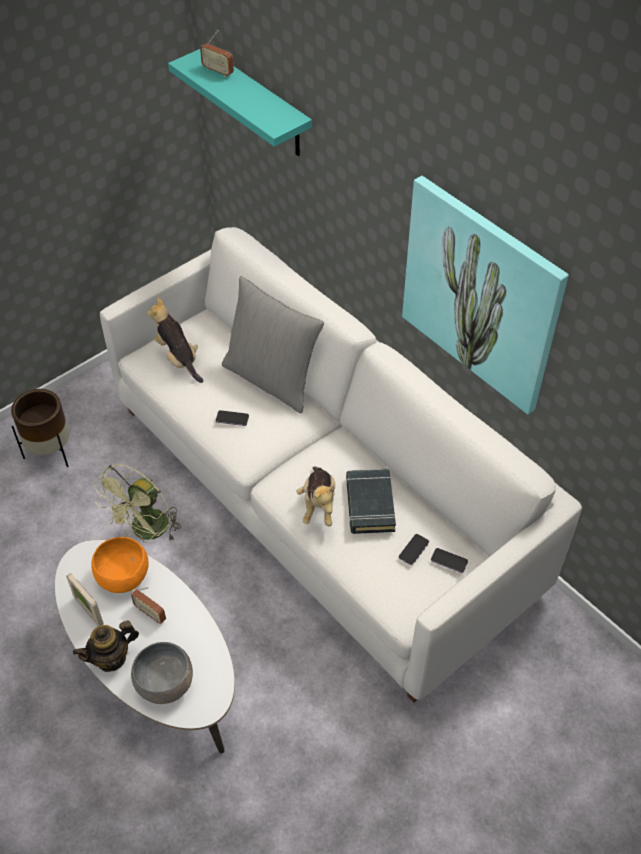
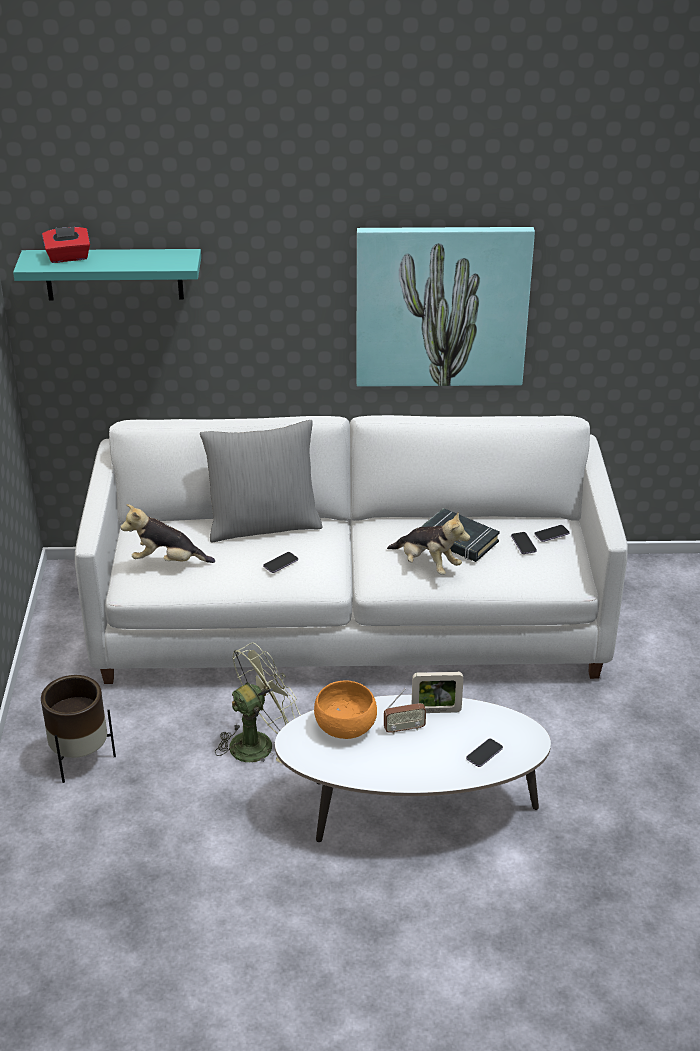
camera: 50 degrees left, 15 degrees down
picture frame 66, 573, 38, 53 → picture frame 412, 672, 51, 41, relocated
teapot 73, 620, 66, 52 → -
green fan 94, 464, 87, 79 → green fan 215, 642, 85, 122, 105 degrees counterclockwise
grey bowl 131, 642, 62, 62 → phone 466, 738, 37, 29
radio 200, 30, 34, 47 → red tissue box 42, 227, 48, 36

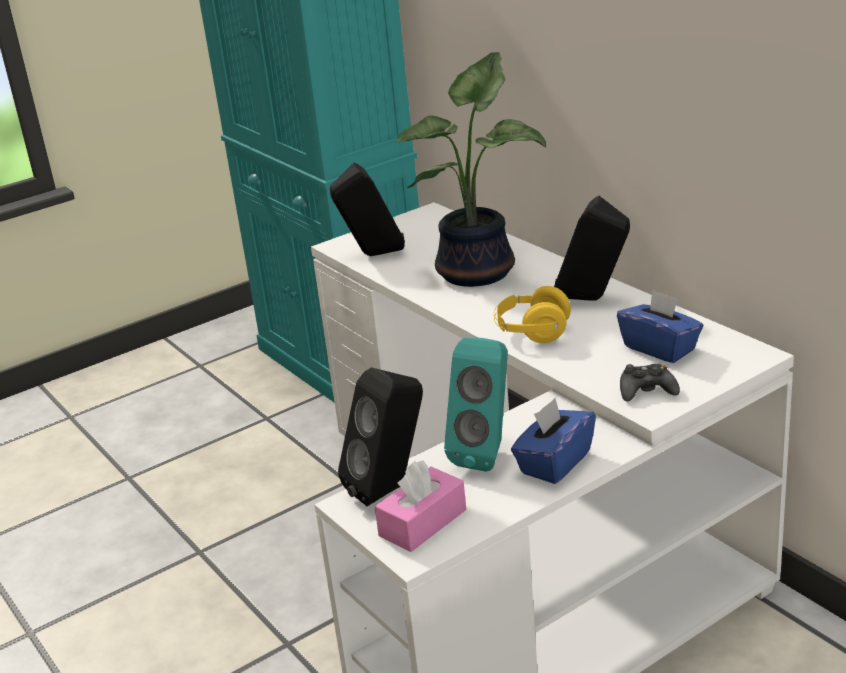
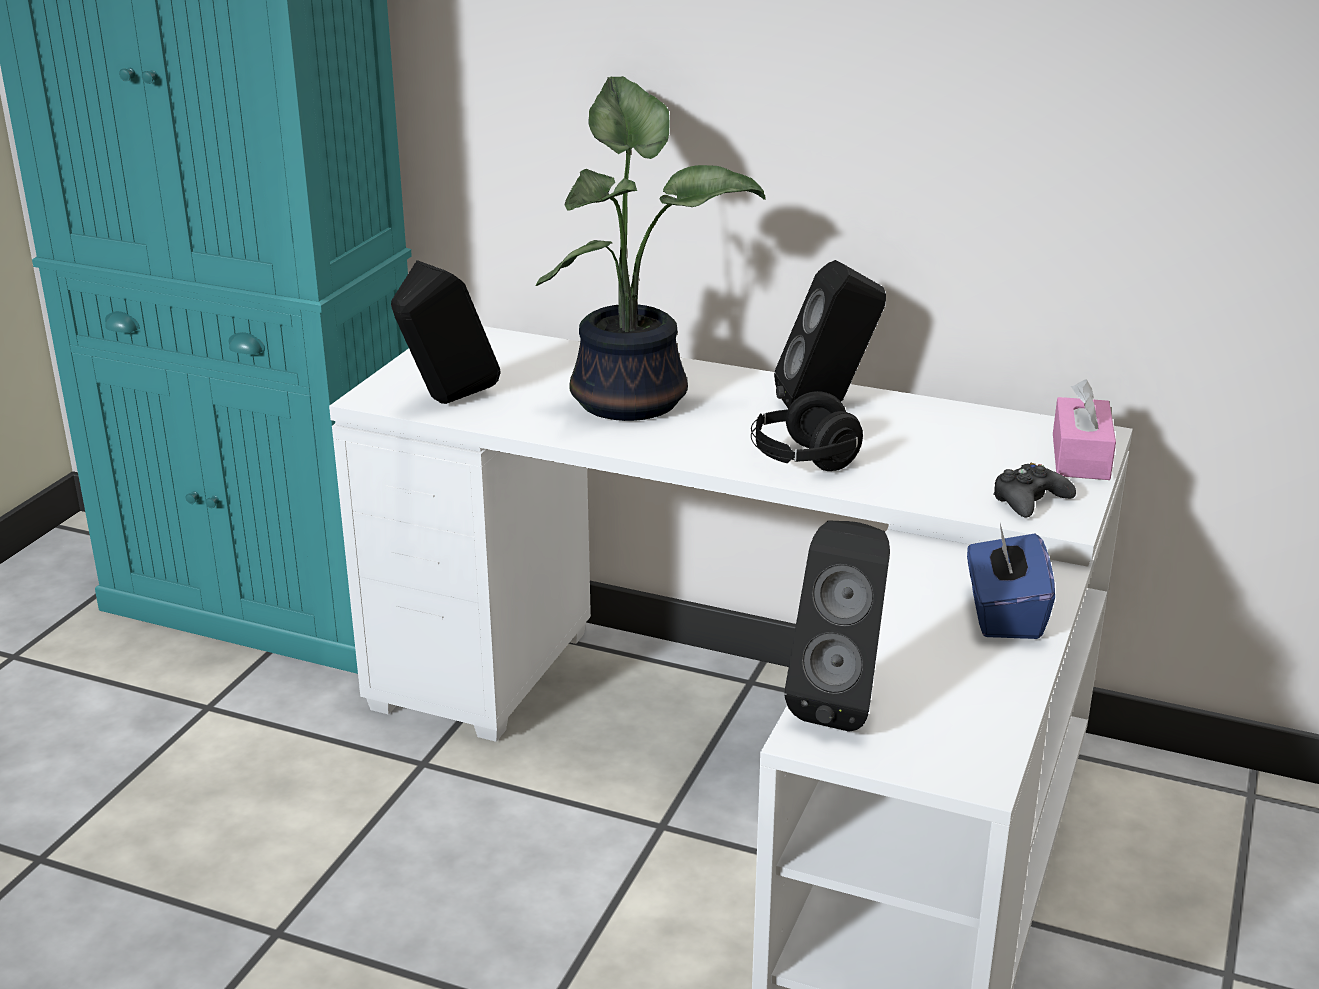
camera: 35 degrees left, 0 degrees up
pink tissue box 375, 461, 91, 91 → pink tissue box 1053, 379, 63, 101, relocated
turquoise speaker 444, 337, 64, 135 → -
yellow headphones 494, 286, 77, 57 → black headphones 751, 391, 112, 80
blue tissue box 617, 290, 86, 73 → -

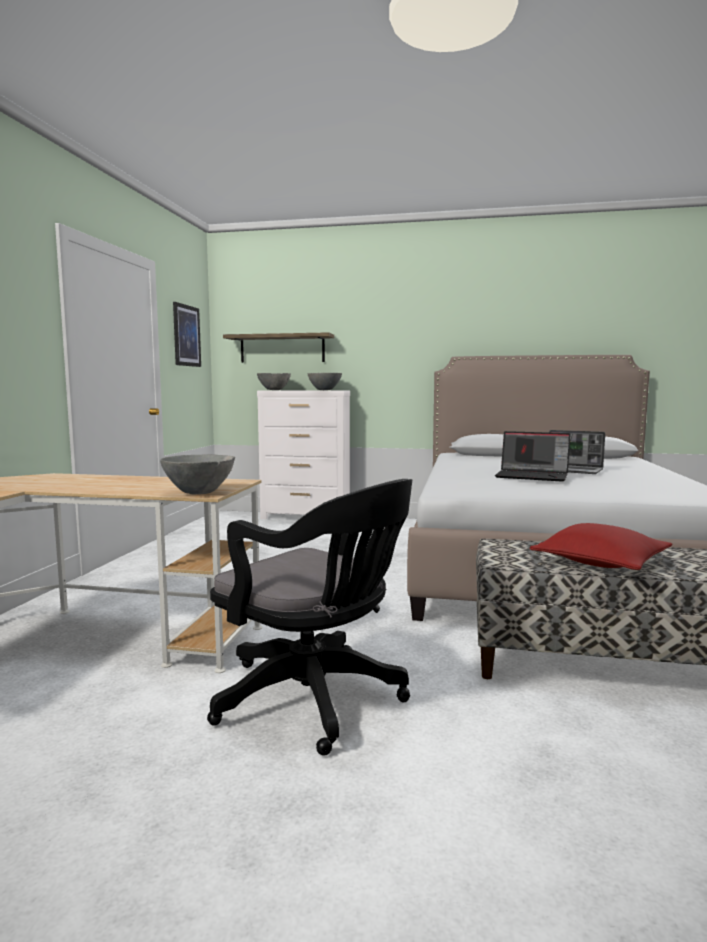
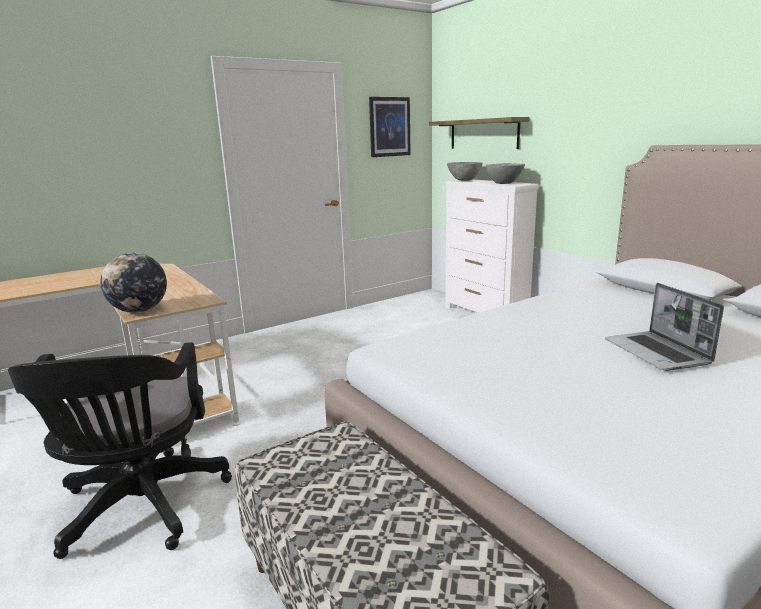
camera: 45 degrees right, 10 degrees up
grey bowl 160, 454, 75, 40 → globe 100, 252, 67, 61
laptop 495, 431, 75, 51 → -
red pillow 530, 523, 142, 47 → -

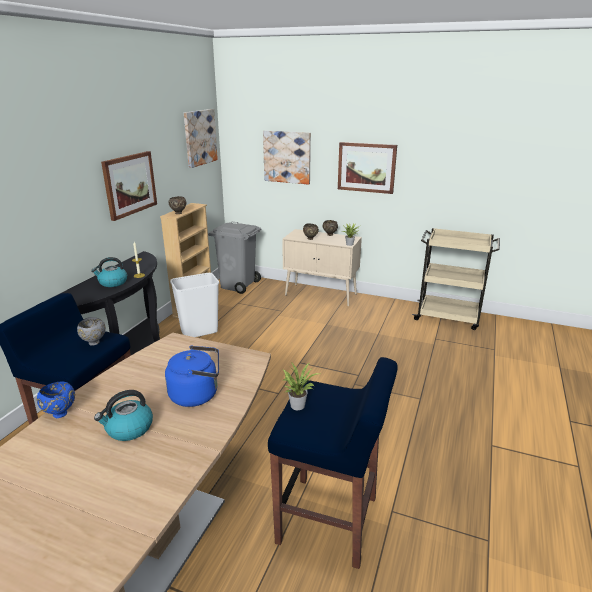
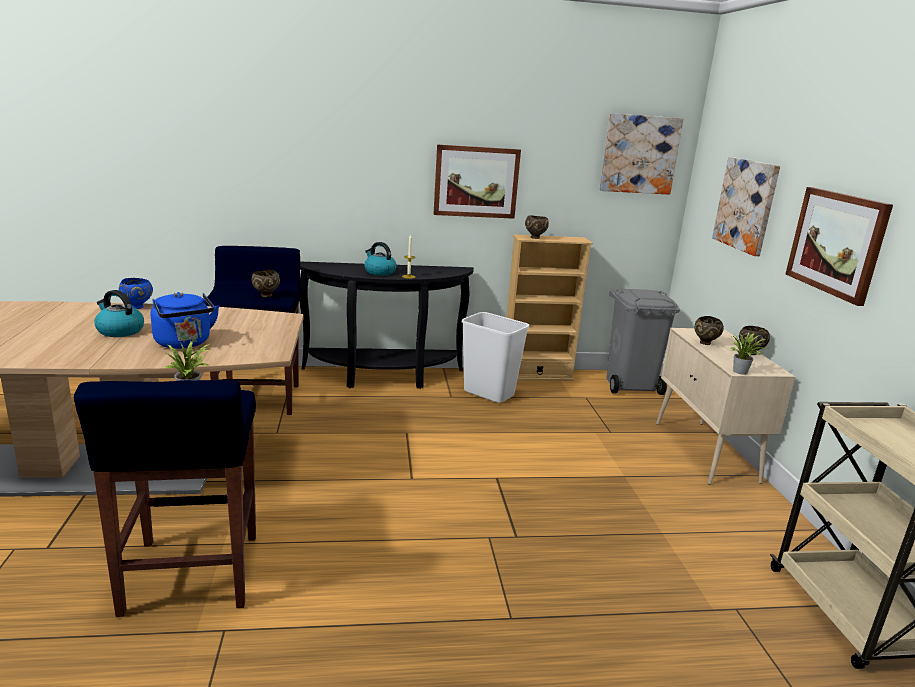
camera: 60 degrees right, 5 degrees down
grey bowl 77, 317, 29, 29 → brown bowl 252, 269, 28, 29

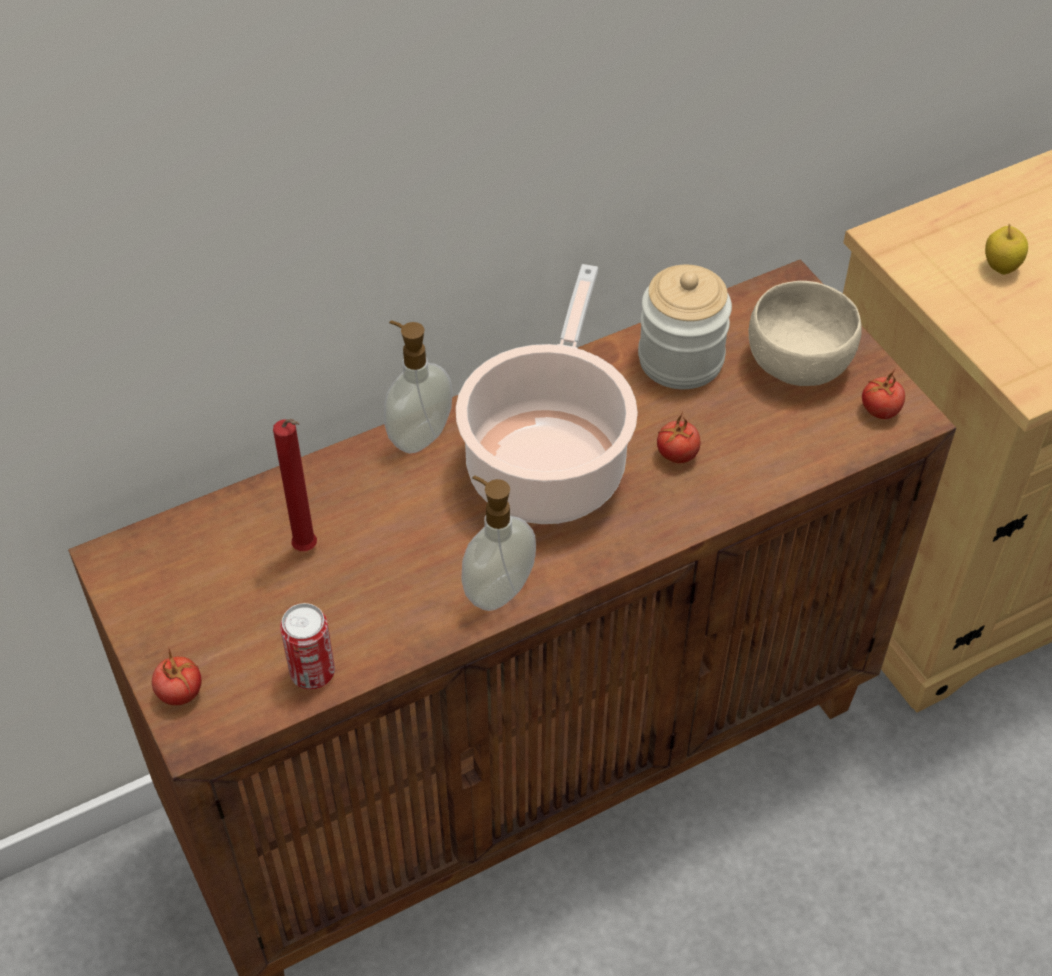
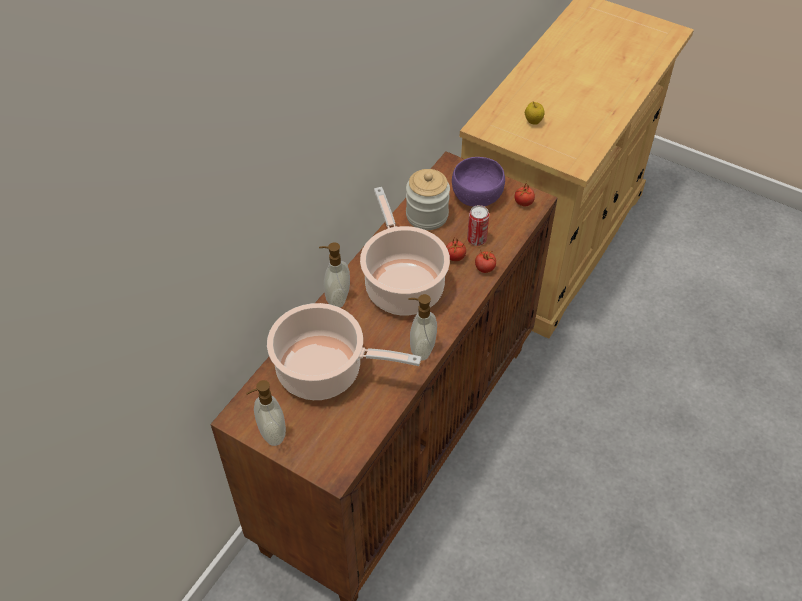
camera: 30 degrees left, 0 degrees up
tomato 152, 647, 50, 58 → tomato 475, 249, 21, 24, relocated
red candle 273, 419, 44, 132 → cooking pot 267, 303, 154, 97
can 280, 603, 55, 87 → can 467, 205, 22, 41, relocated
beige bowl 749, 281, 113, 105 → purple bowl 452, 157, 53, 50
- → soap dispenser 246, 380, 40, 66

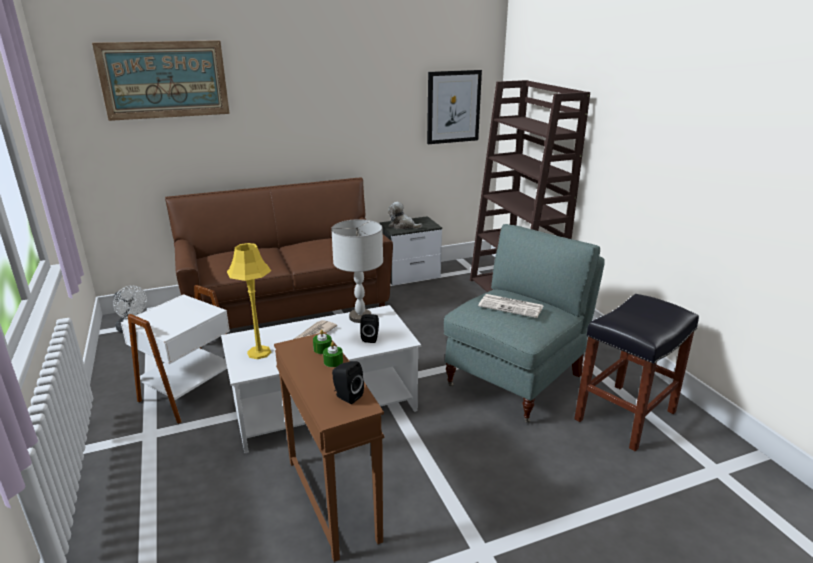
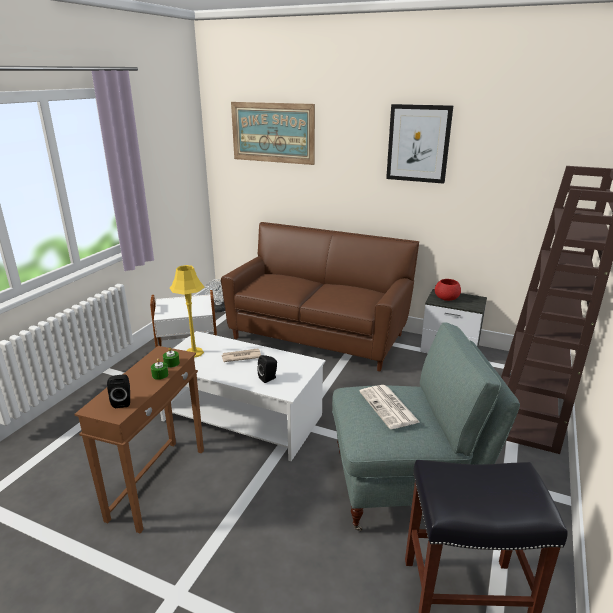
camera: 45 degrees right, 0 degrees up
grey table lamp 331, 219, 52, 104 → -
plush toy 388, 202, 34, 27 → red bowl 435, 279, 26, 22
picture 427, 70, 55, 74 → picture 386, 104, 67, 80, relocated

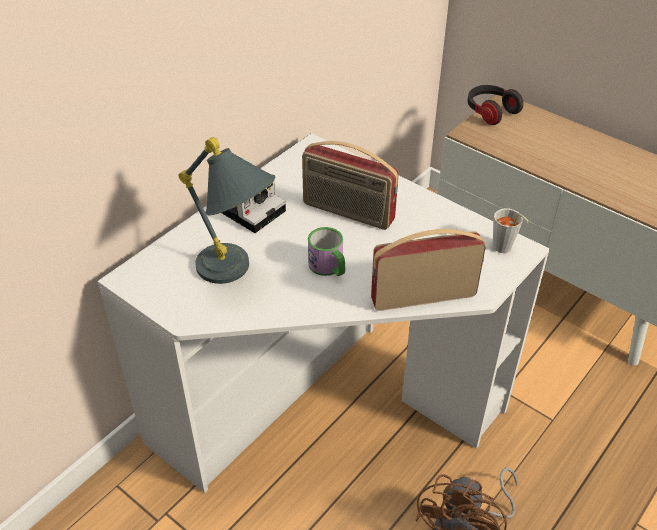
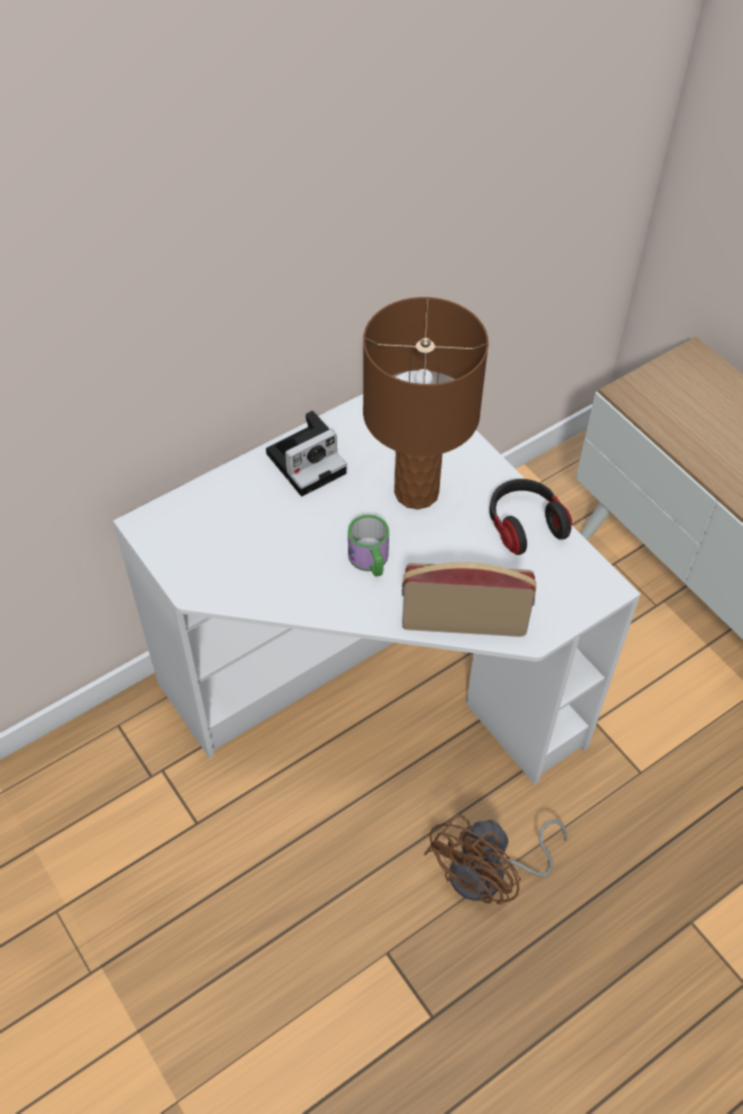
camera: 15 degrees right, 10 degrees up
grey table lamp 179, 137, 96, 147 → -
radio 302, 141, 97, 89 → brown table lamp 363, 297, 126, 213
headphones 468, 85, 56, 40 → headphones 489, 479, 83, 76, relocated
grey cup 493, 208, 36, 45 → -

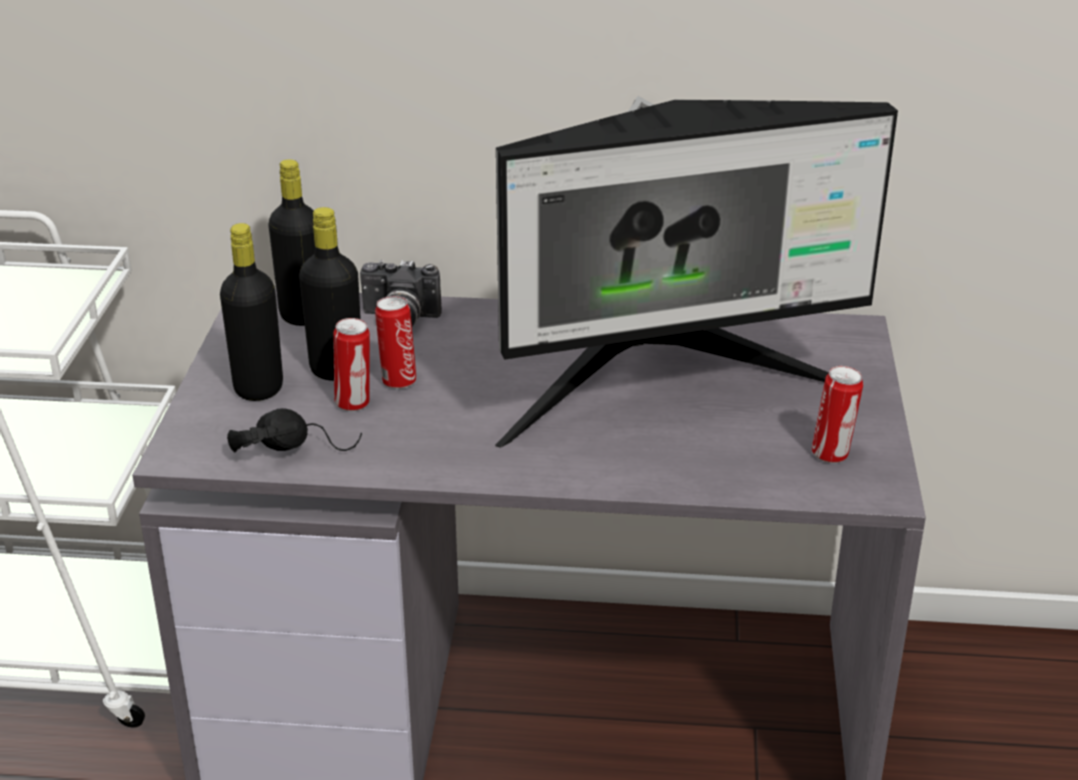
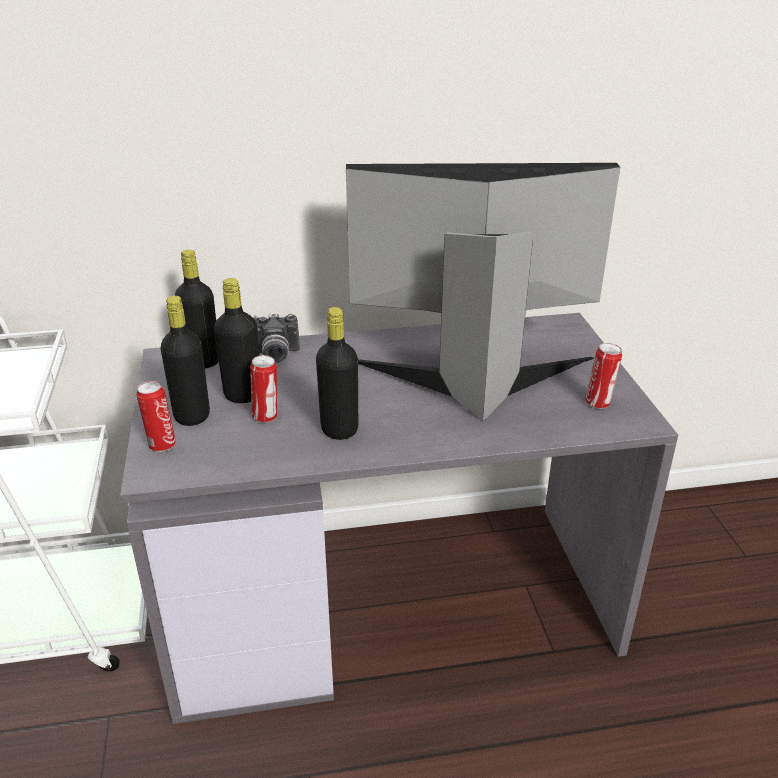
camera: 15 degrees left, 0 degrees up
black headphones 227, 408, 135, 44 → -
can 375, 296, 42, 93 → can 136, 381, 40, 71, relocated
monitor 495, 96, 403, 352 → monitor 346, 163, 274, 258, 150 degrees counterclockwise
- → black bottle 316, 307, 42, 133

